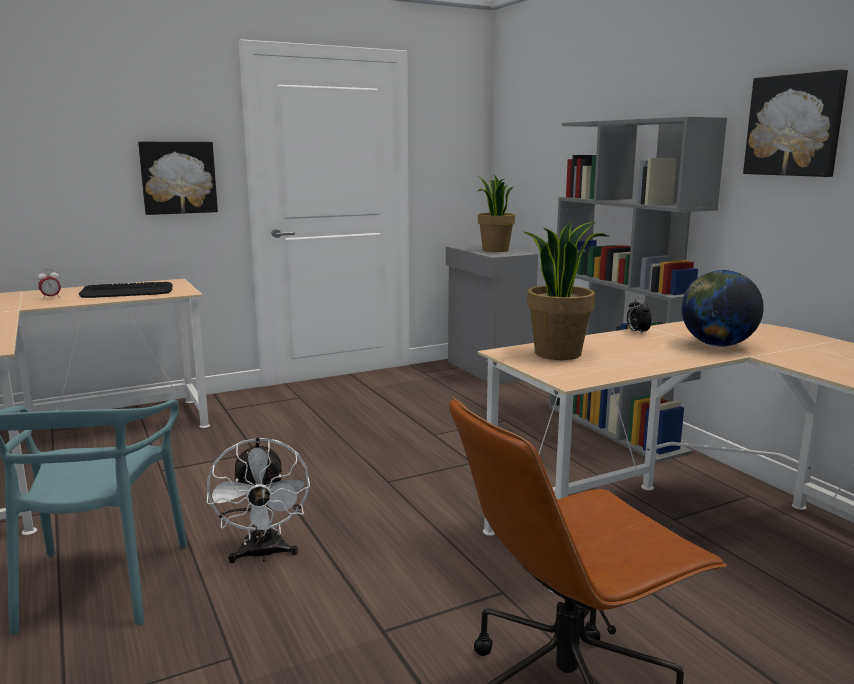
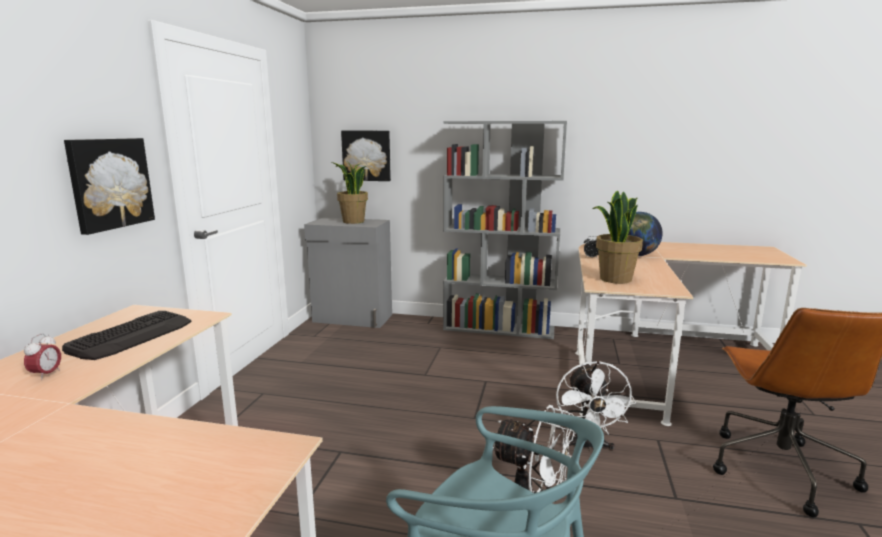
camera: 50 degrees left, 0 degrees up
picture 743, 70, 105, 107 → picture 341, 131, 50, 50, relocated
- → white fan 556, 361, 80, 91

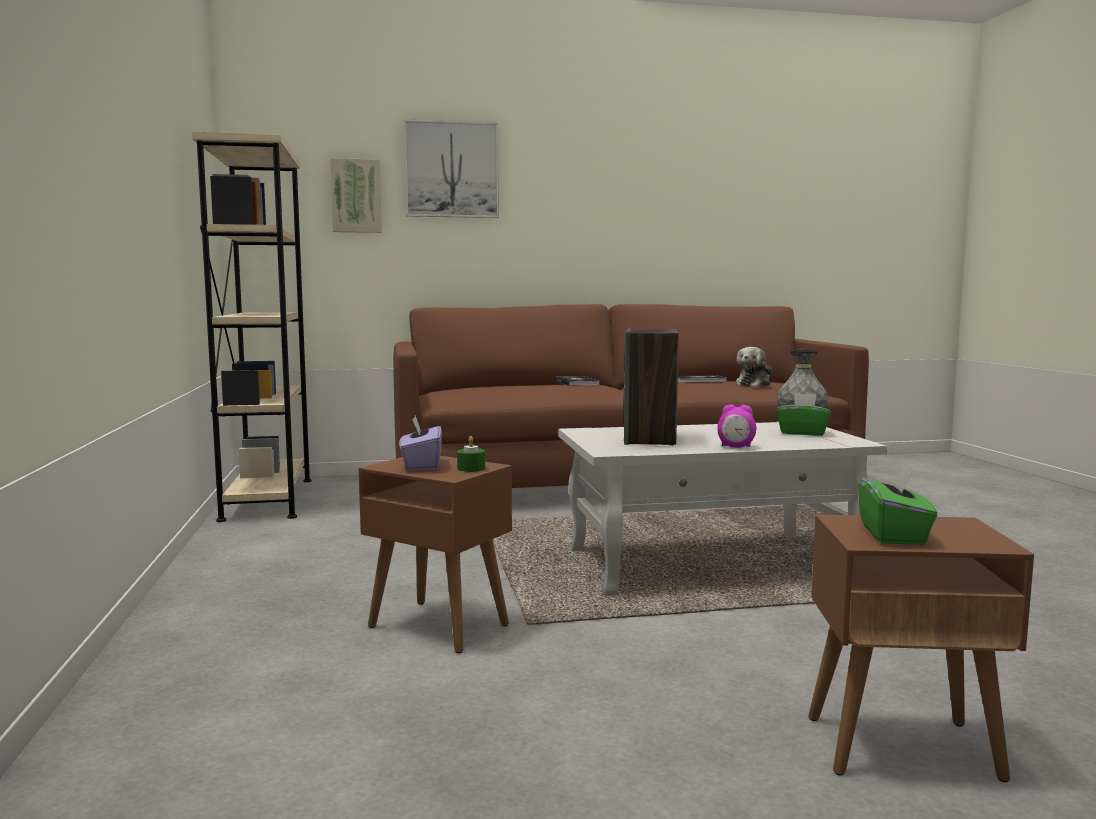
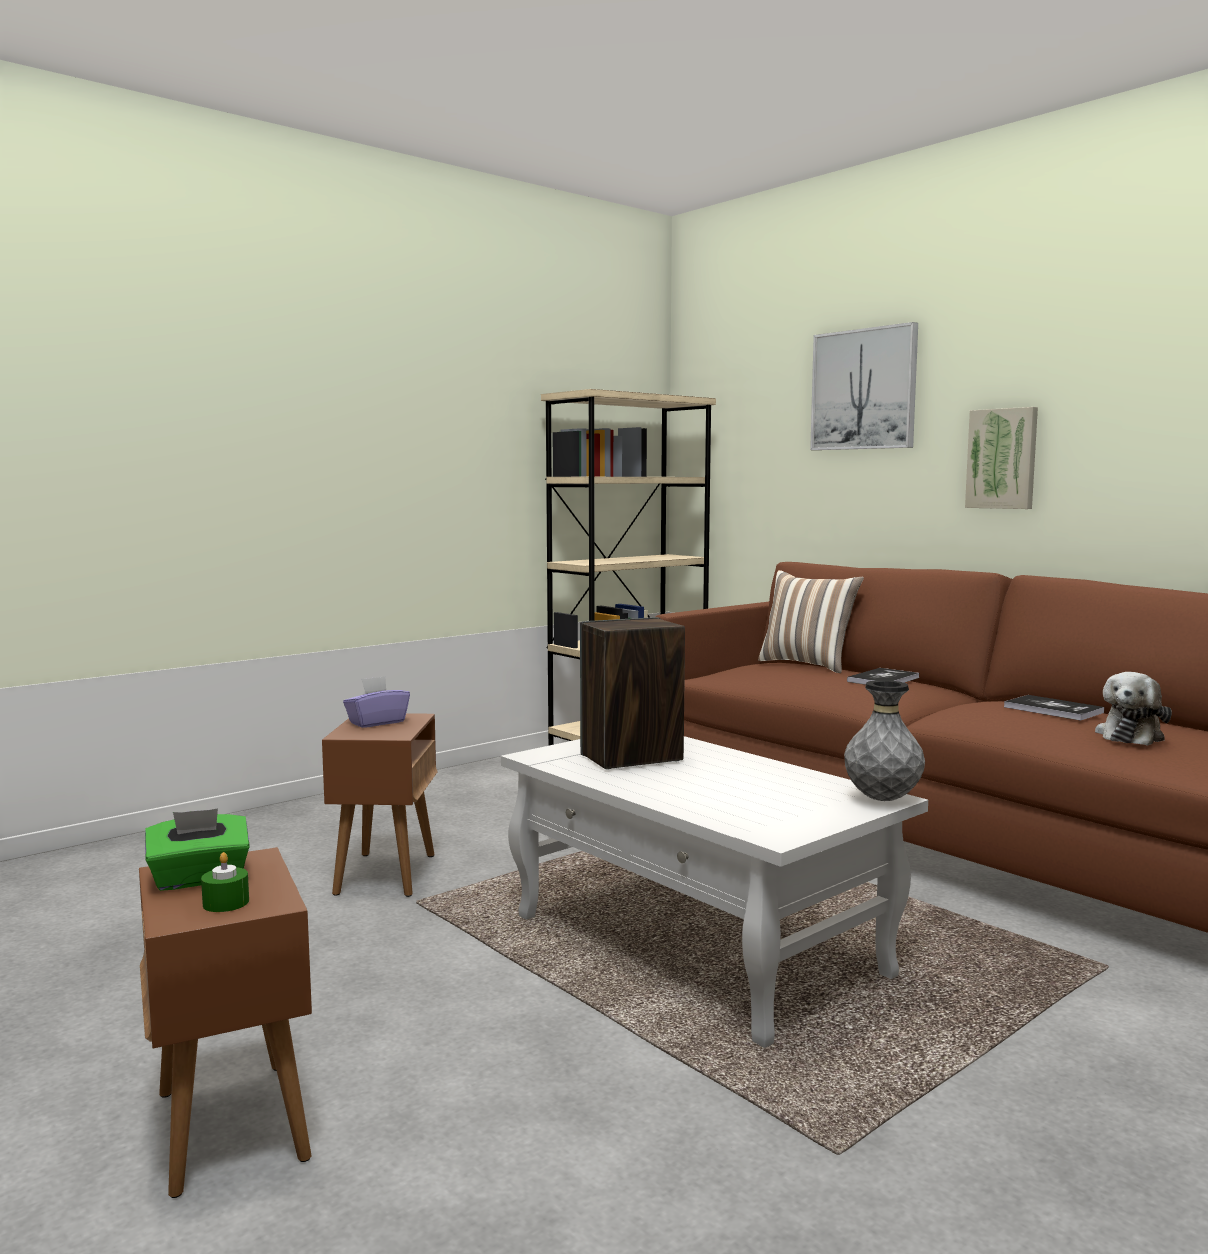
camera: 60 degrees right, 0 degrees up
picture 330, 158, 52, 75 → picture 965, 407, 73, 102, relocated
green candle 457, 436, 28, 36 → green candle 201, 852, 48, 60, relocated
alarm clock 717, 404, 39, 44 → -
plush toy 736, 347, 36, 40 → plush toy 1095, 672, 77, 74, 60 degrees counterclockwise
green tissue box 777, 393, 54, 43 → -
- → pillow 758, 570, 106, 103

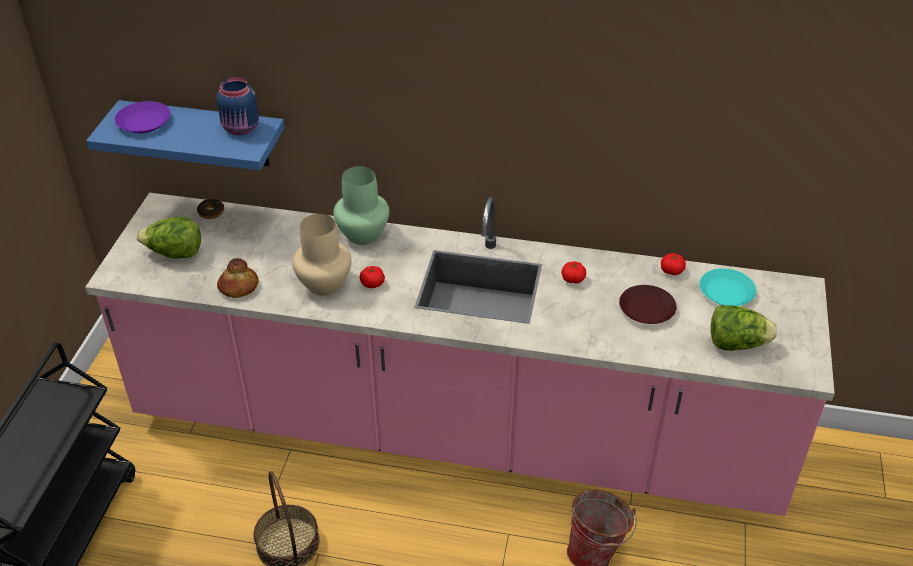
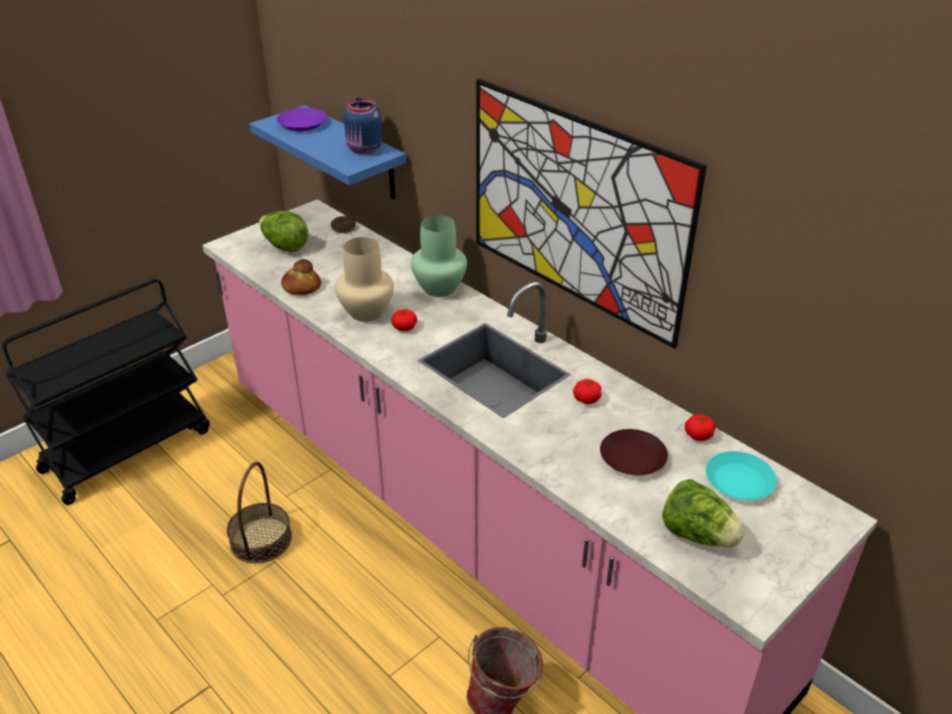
camera: 35 degrees right, 5 degrees down
- → picture 476, 79, 231, 270

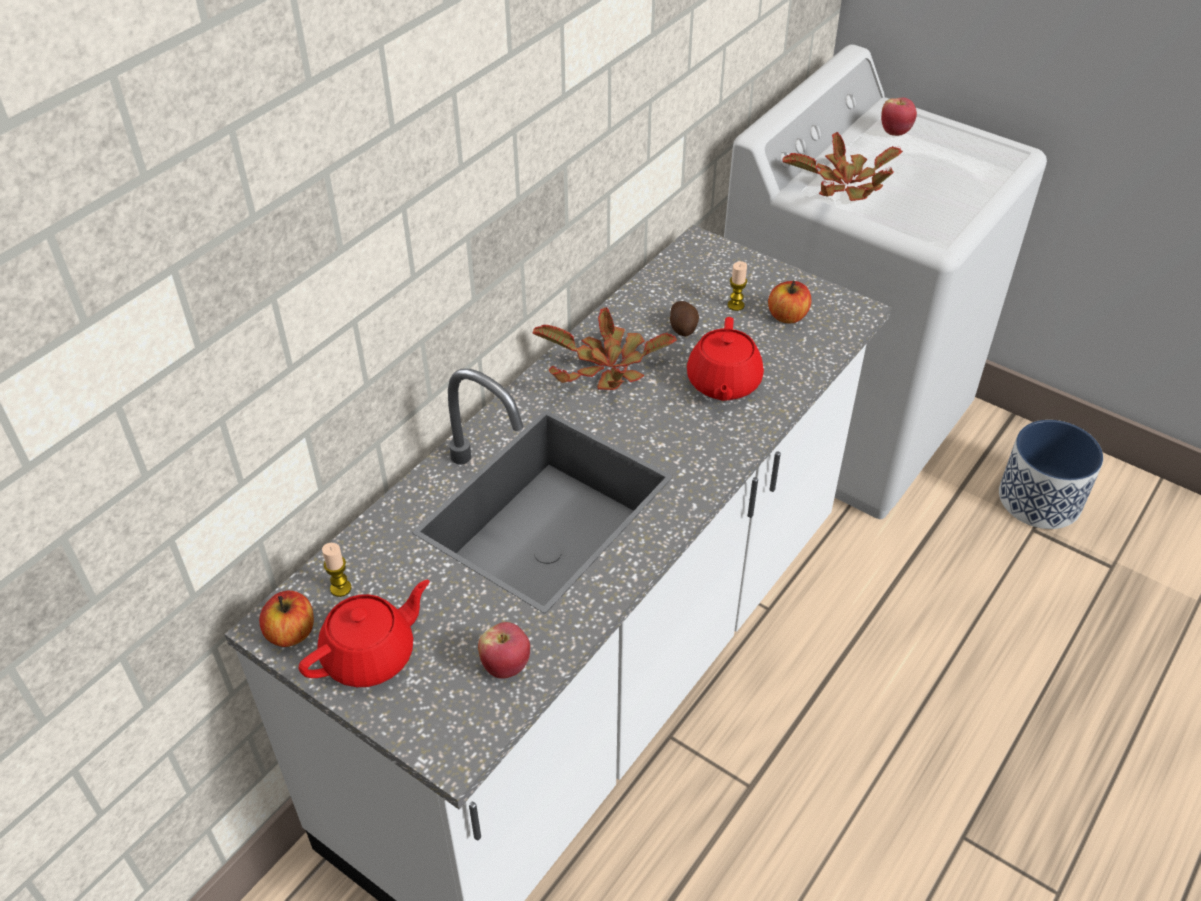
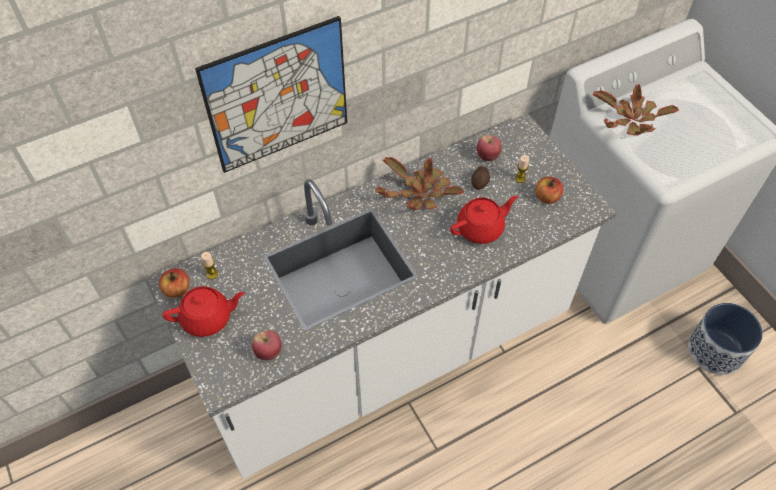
camera: 25 degrees right, 10 degrees up
red teapot 687, 317, 77, 84 → red teapot 450, 195, 68, 49, 150 degrees counterclockwise
apple 881, 97, 36, 39 → apple 477, 135, 25, 26, relocated
- → picture 195, 16, 152, 157

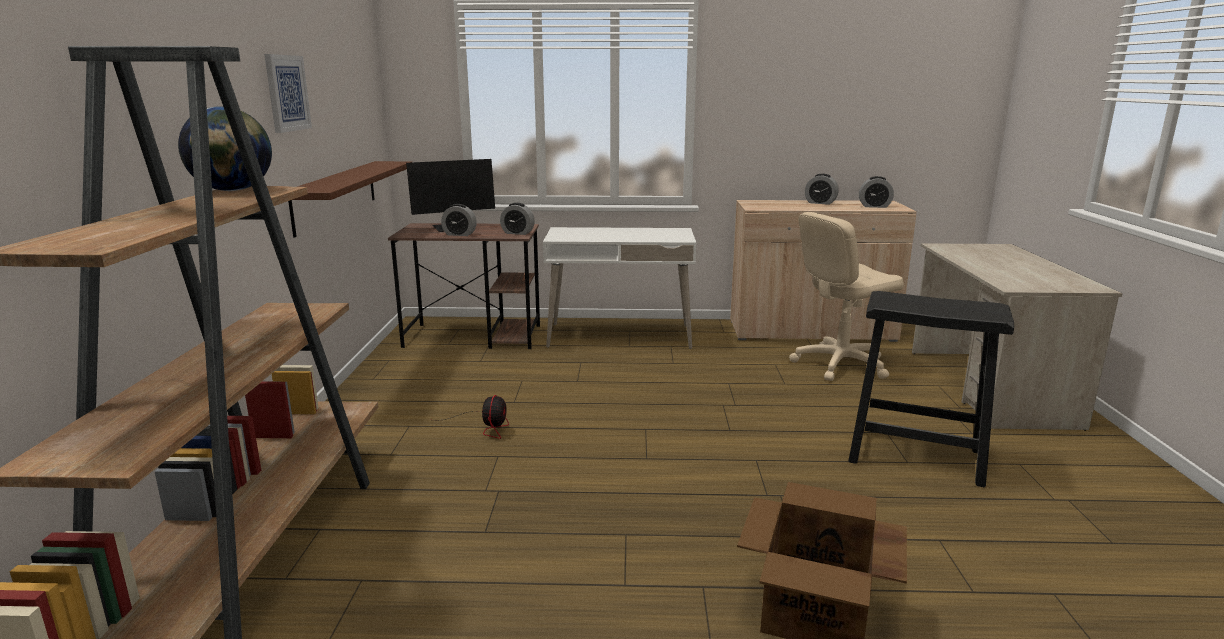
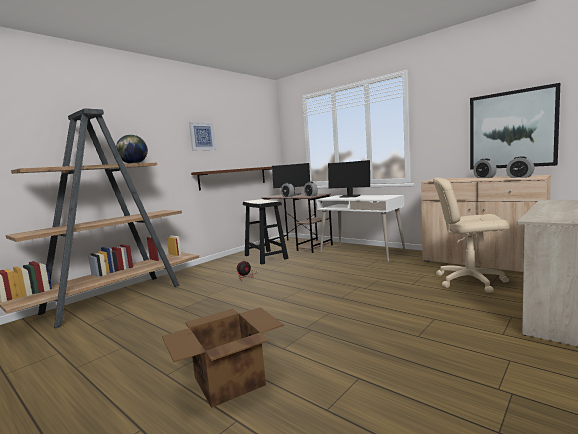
camera: 40 degrees right, 10 degrees down
black stool 848, 291, 166, 196 → black stool 243, 199, 46, 66, relocated
- → monitor 328, 160, 42, 38
- → picture 470, 83, 90, 87

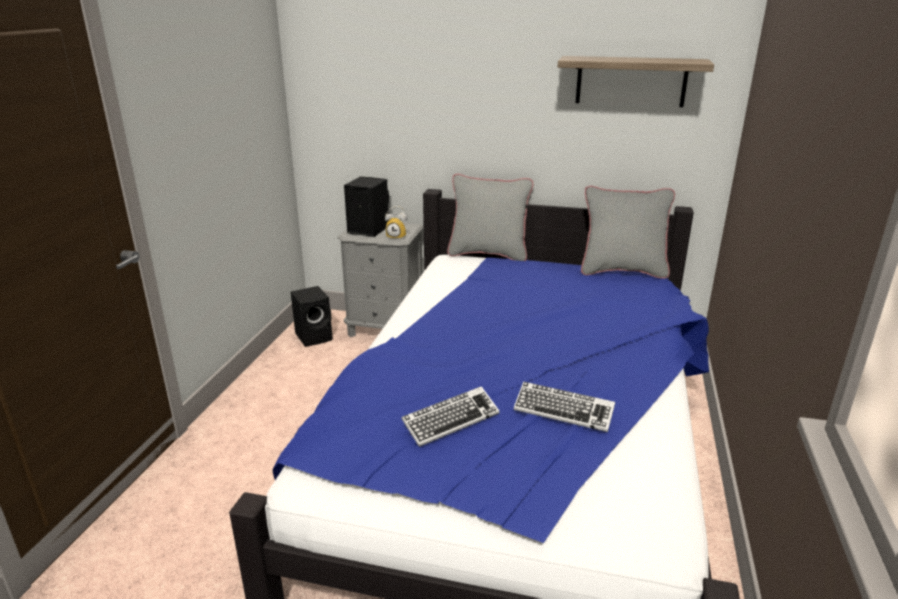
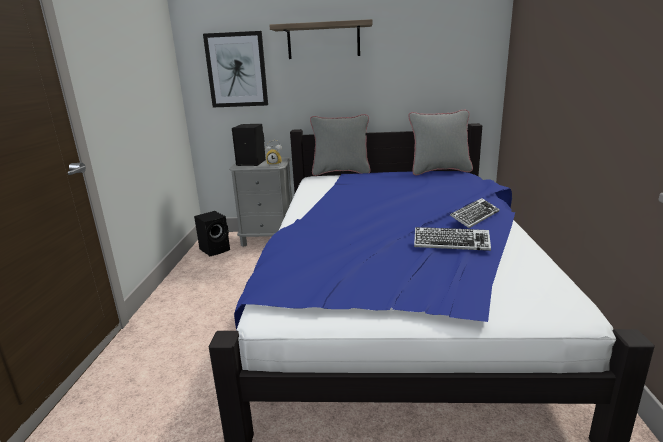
camera: 10 degrees left, 5 degrees down
keyboard 401, 386, 99, 61 → keyboard 450, 198, 50, 30, relocated
shelf 558, 56, 156, 51 → shelf 269, 19, 104, 40, relocated
- → picture 203, 31, 65, 76

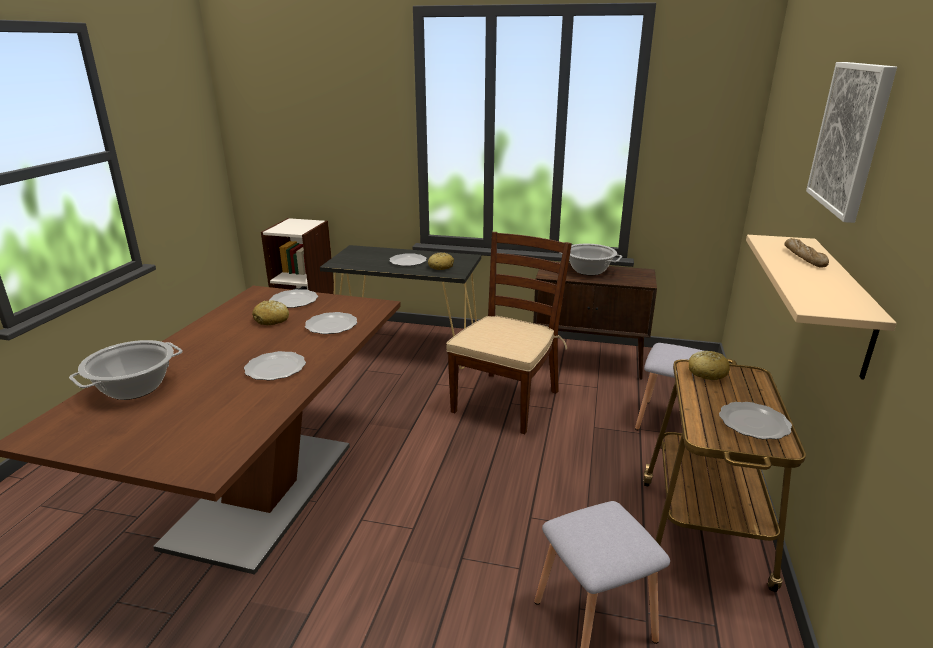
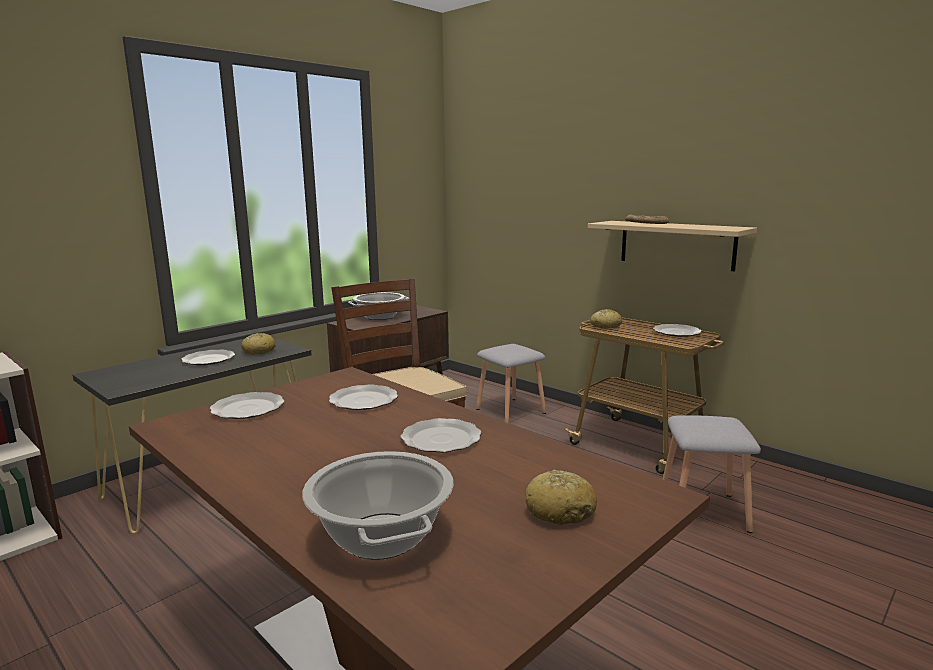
camera: 60 degrees left, 10 degrees down
bread 252, 300, 37, 25 → bread 526, 470, 71, 55, relocated
picture 806, 62, 91, 161 → -

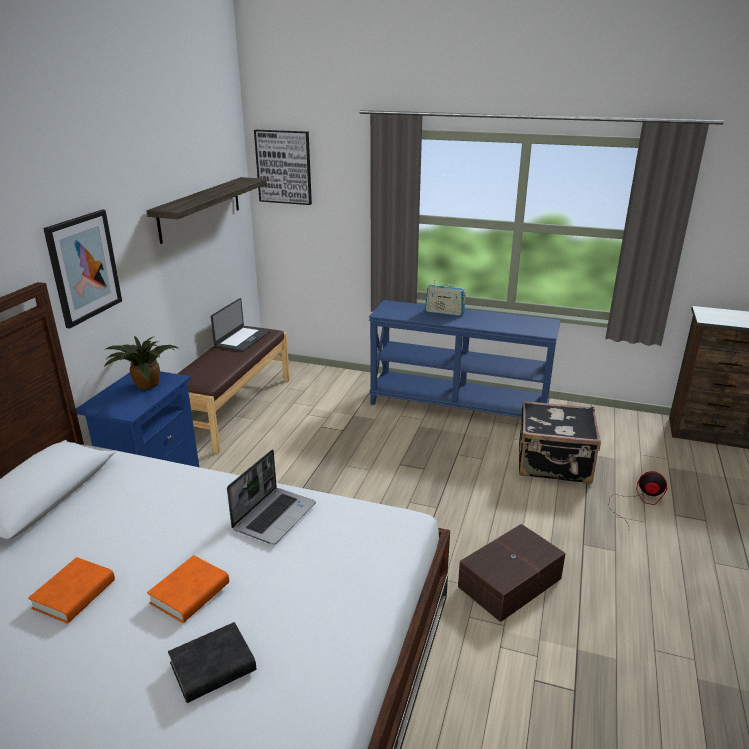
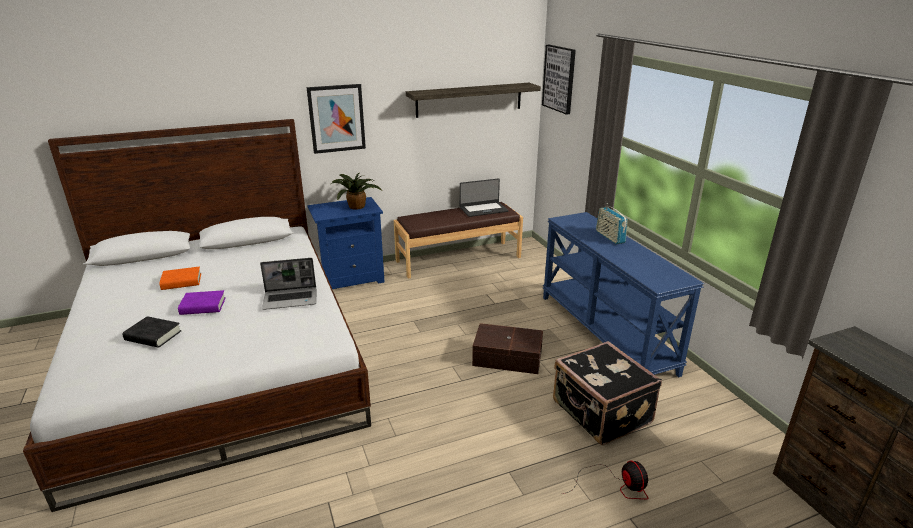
camera: 50 degrees right, 0 degrees up
orange book 147, 555, 82, 68 → purple book 178, 290, 48, 25
brown storage box 458, 524, 108, 98 → brown storage box 472, 323, 71, 51, relocated

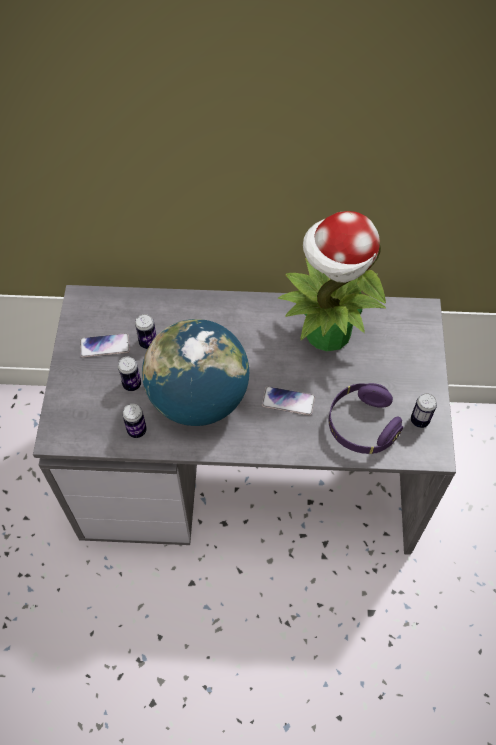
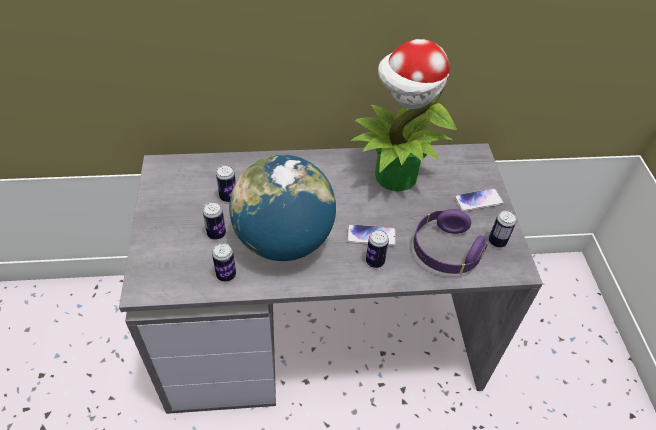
camera: 10 degrees left, 10 degrees down
phone 80, 333, 50, 25 → phone 454, 188, 50, 24, relocated
- → can 366, 230, 23, 38

